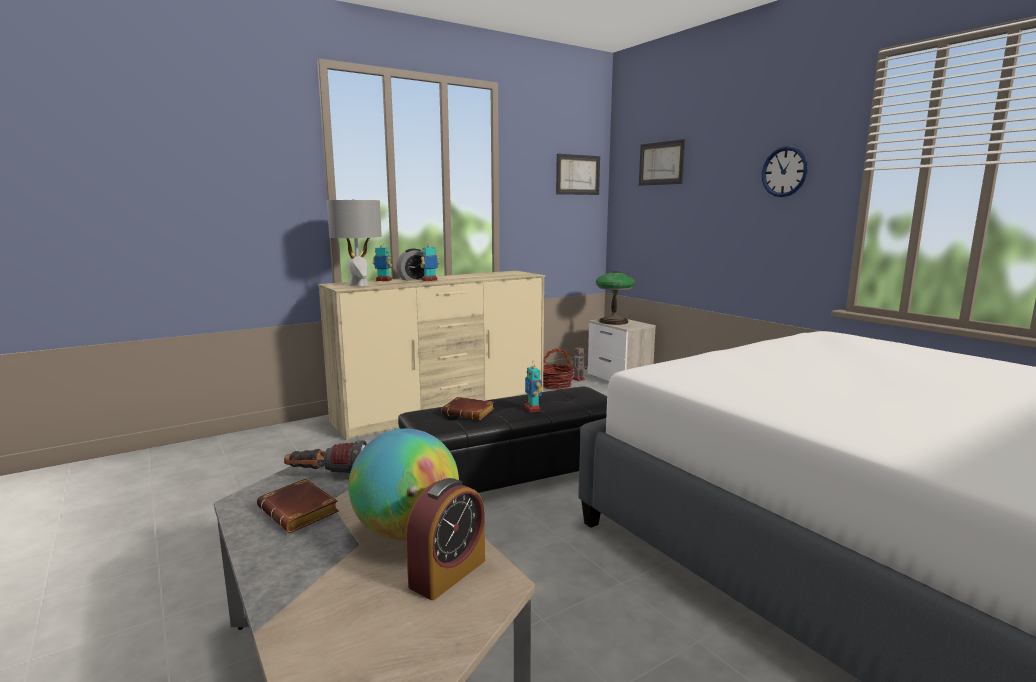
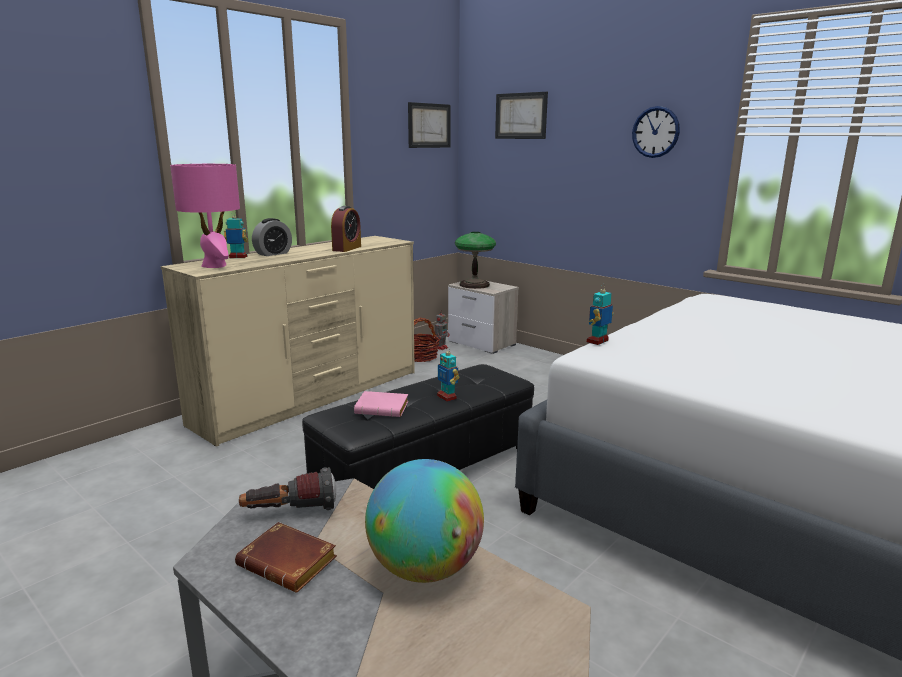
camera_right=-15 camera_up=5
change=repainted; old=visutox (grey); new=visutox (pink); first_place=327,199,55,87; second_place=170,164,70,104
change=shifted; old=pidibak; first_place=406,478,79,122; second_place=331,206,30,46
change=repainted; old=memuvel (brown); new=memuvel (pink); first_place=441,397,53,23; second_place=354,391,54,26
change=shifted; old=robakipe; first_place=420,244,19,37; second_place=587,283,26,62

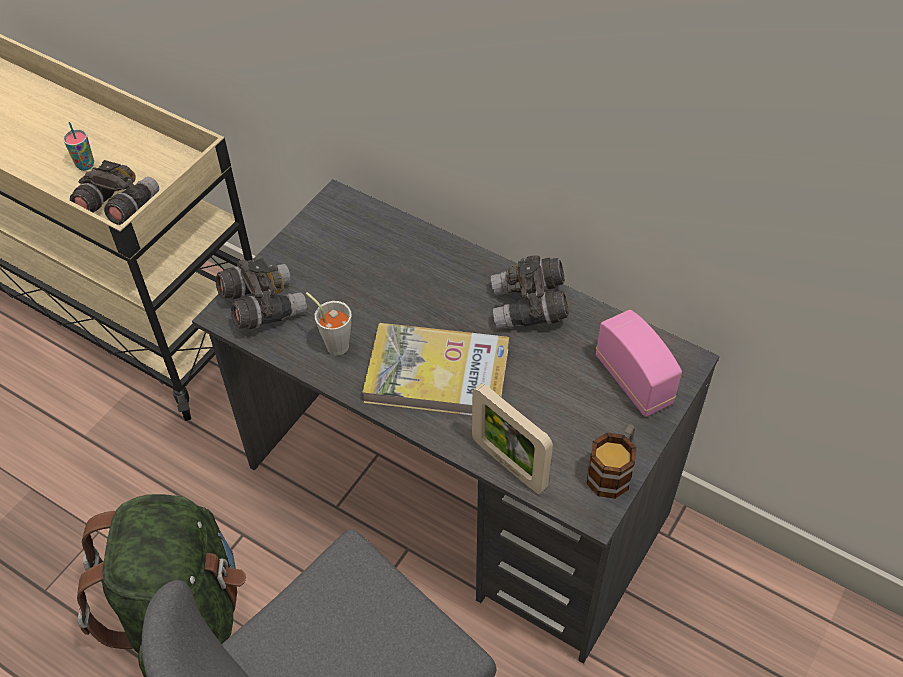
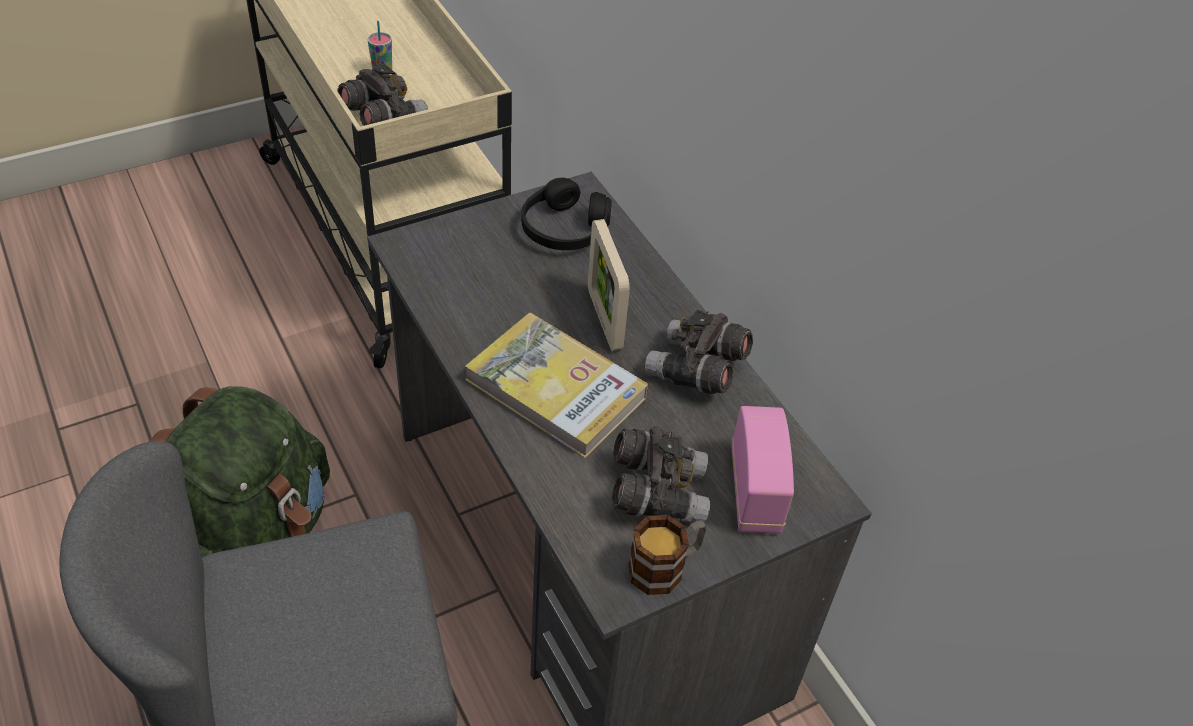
camera_right=25 camera_up=-5
change=new; new=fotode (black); second_place=521,178,91,72
change=shifted; old=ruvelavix; first_place=472,383,81,111; second_place=588,219,42,132
change=shifted; old=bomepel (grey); first_place=216,258,91,71; second_place=612,426,98,97
change=gone; old=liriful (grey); first_place=306,292,45,64

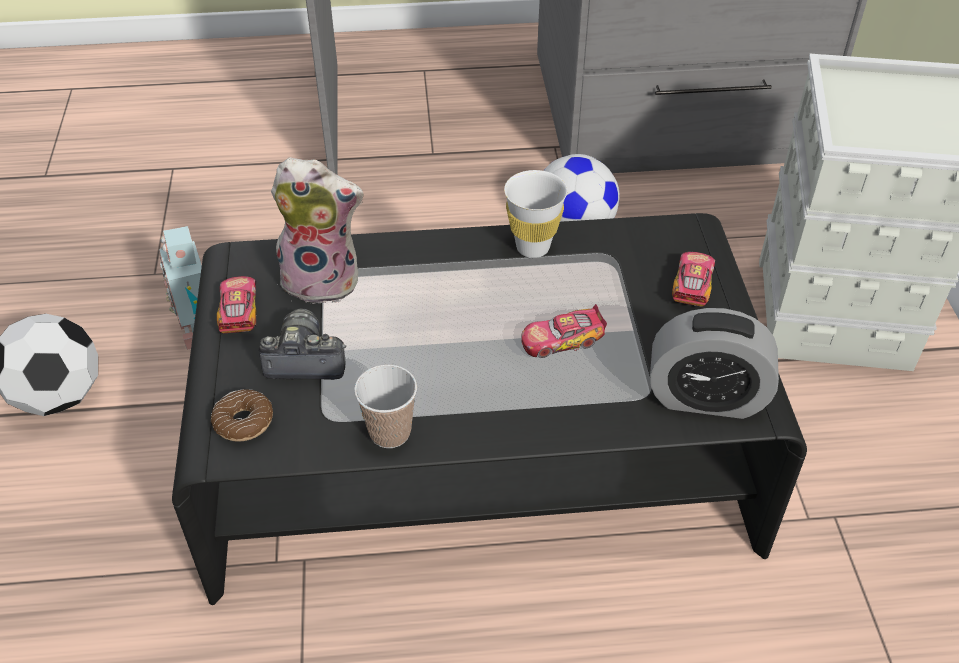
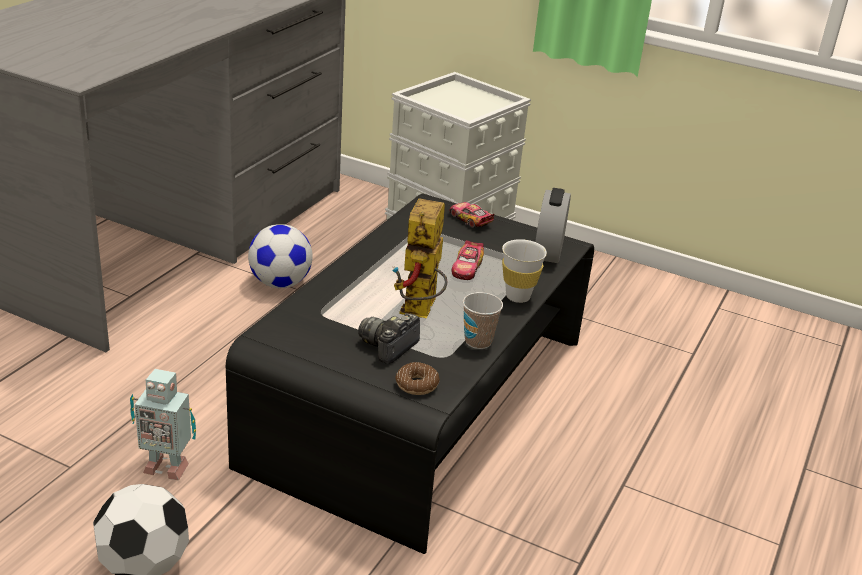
camera_right=-60 camera_up=-15
change=new; new=robakipe; second_place=393,199,54,119
change=shifted; old=liriful (white); first_place=504,170,63,88; second_place=502,239,45,64
change=rotated; old=pidibak; first_place=650,308,129,111; second_place=535,188,36,75; degrees=150
change=gone; old=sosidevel; first_place=217,276,40,57
change=gone; old=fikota; first_place=271,157,93,147

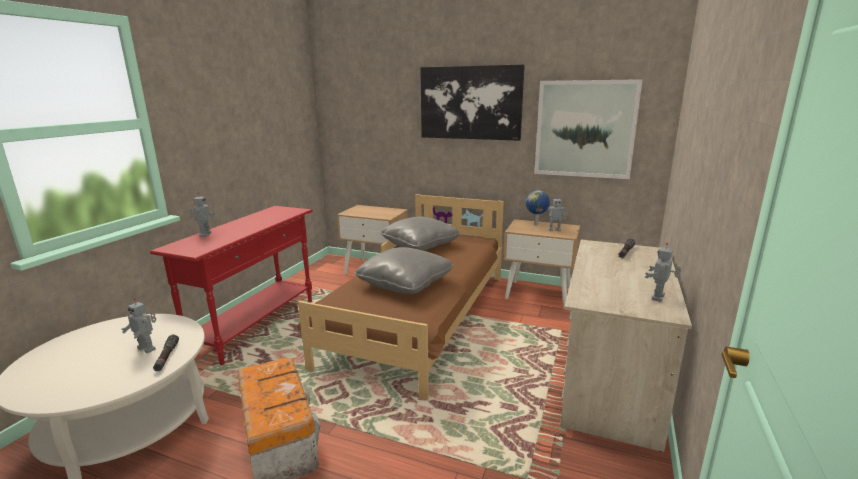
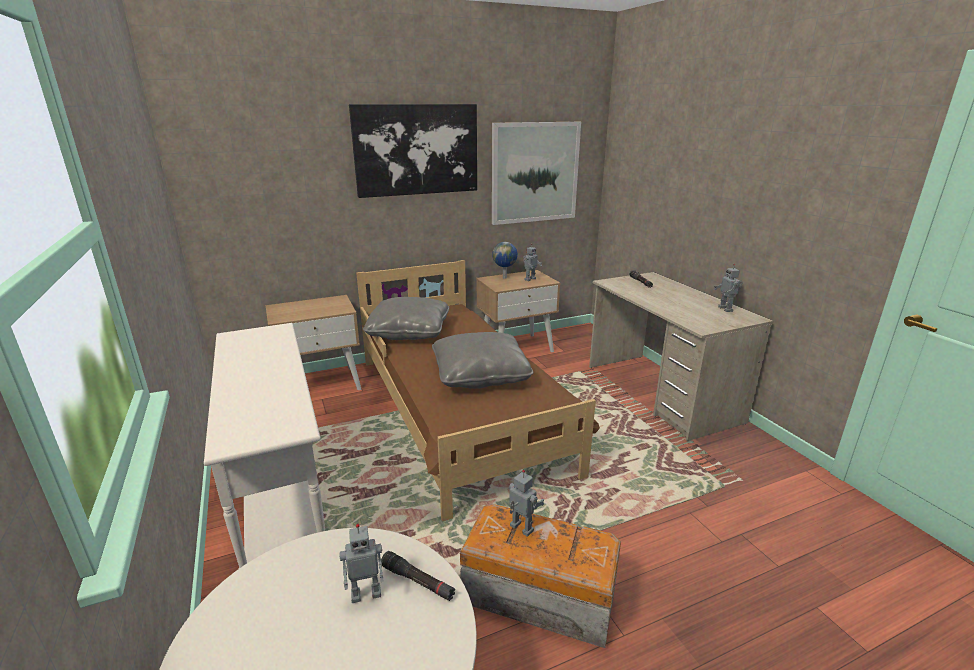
camera_right=-45 camera_up=5
change=repainted; old=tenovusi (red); new=tenovusi (white); first_place=150,206,163,159; second_place=204,323,121,245
change=shifted; old=robakipe; first_place=189,192,27,45; second_place=509,470,35,67

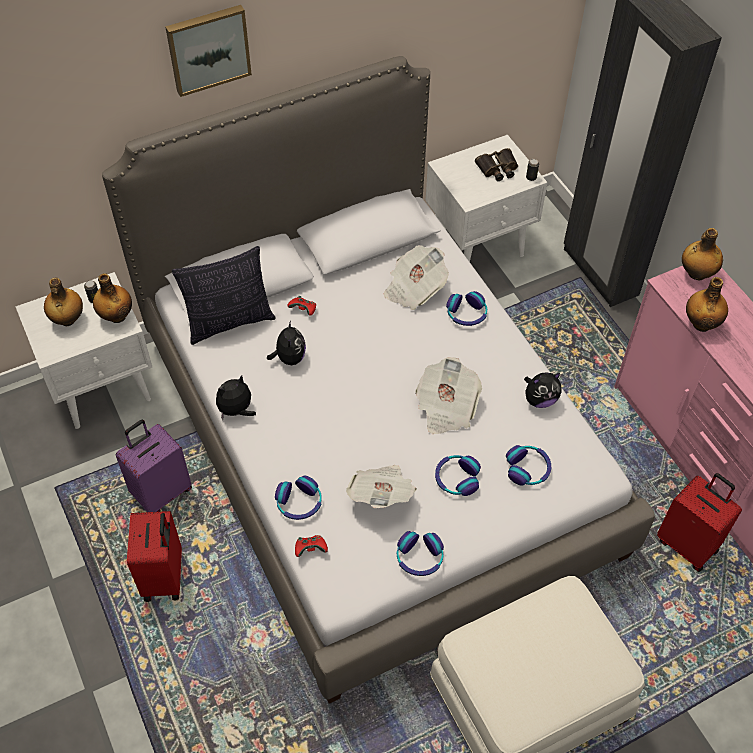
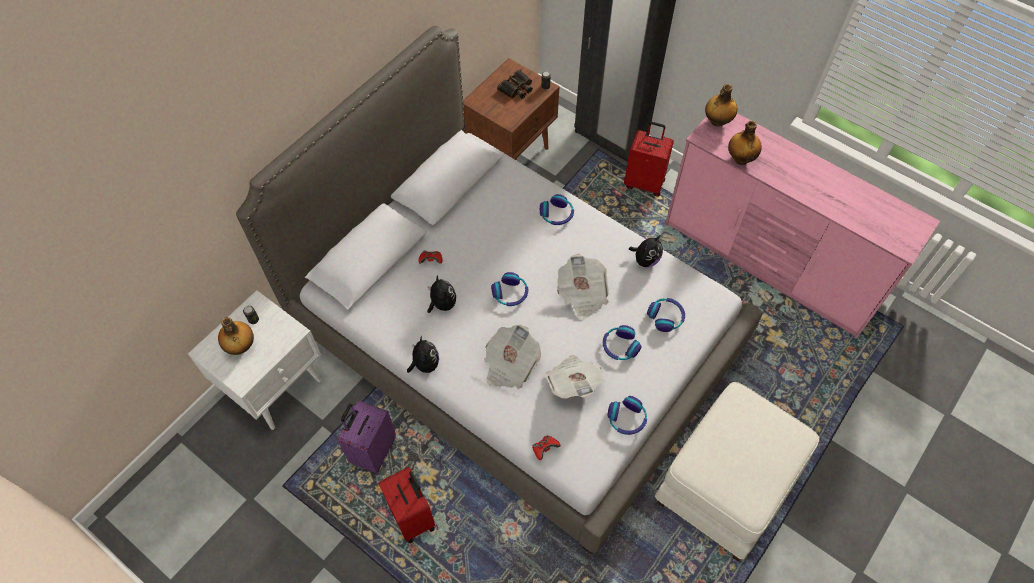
camera_right=-25 camera_up=5
change=rotated; old=fikota; first_place=216,375,40,45; second_place=407,336,32,37; degrees=135
change=repainted; old=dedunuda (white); new=dedunuda (brown); first_place=426,135,122,127; second_place=463,58,97,103
change=shifted; old=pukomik; first_place=384,245,65,65; second_place=484,325,57,63
change=shifted; old=fotode; first_place=275,476,47,44; second_place=491,272,37,34
change=shifted; old=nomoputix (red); first_place=657,473,85,99; second_place=624,122,50,75
change=gone; old=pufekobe; first_place=93,273,39,50
change=gone; old=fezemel; first_place=165,5,87,92
change=gone; old=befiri; first_place=172,246,103,99

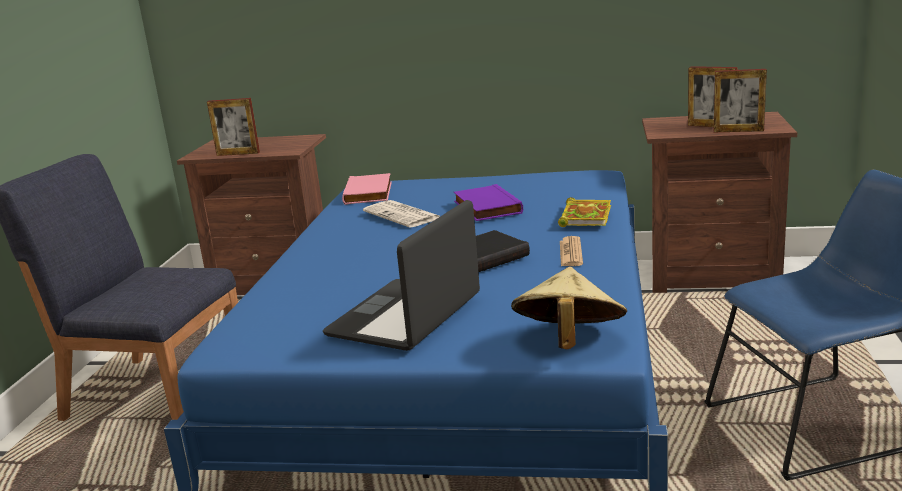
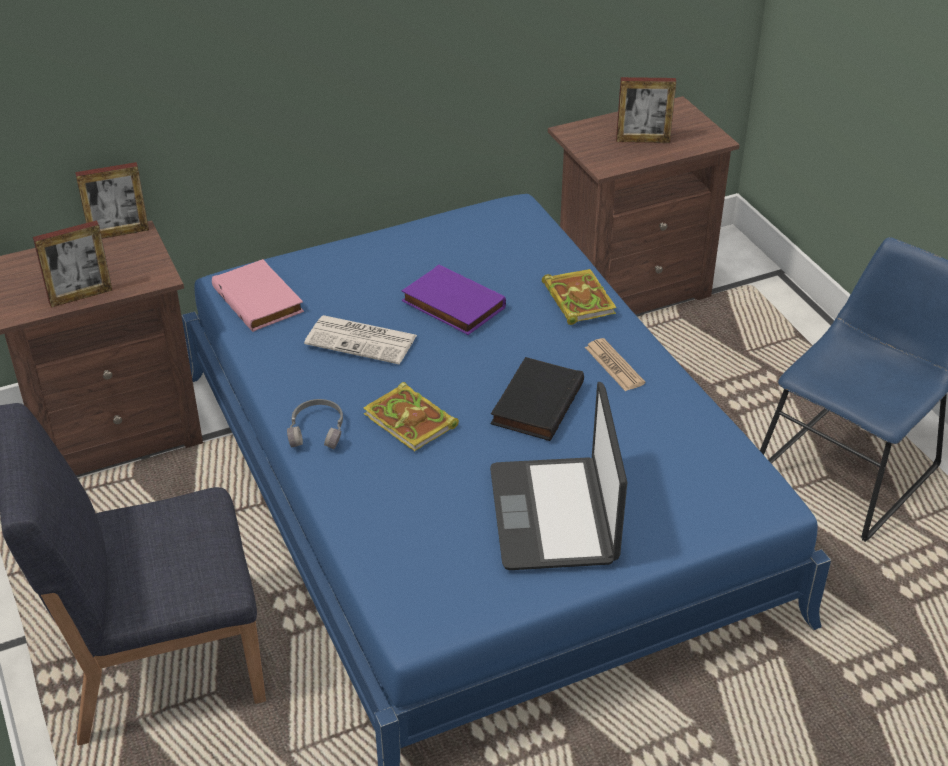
camera_right=-35 camera_up=20
change=shifted; old=ruvelavix; first_place=714,69,53,63; second_place=75,162,74,77
change=new; new=fotode (grey); second_place=287,399,56,50
change=new; new=memuvel; second_place=364,382,95,69
change=gone; old=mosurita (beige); first_place=511,267,116,82

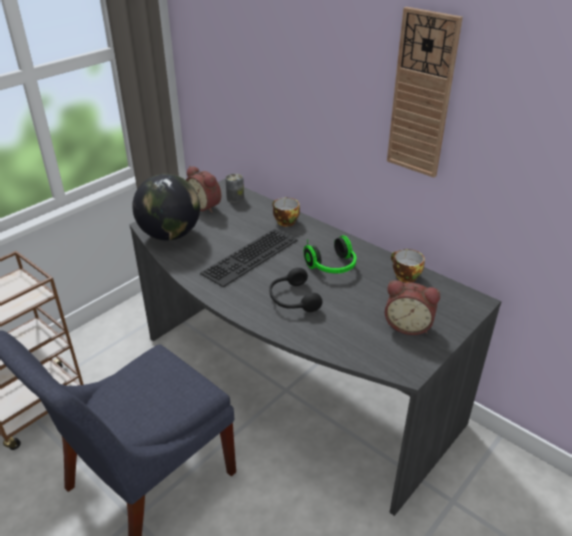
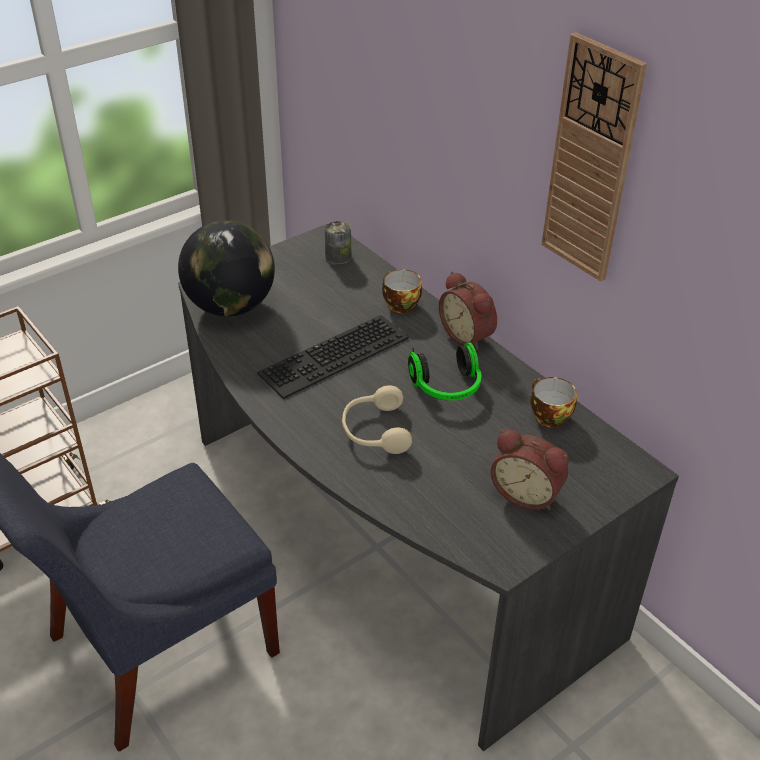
camera_right=10 camera_up=5
change=repainted; old=fotode (black); new=fotode (beige); first_place=269,268,54,44; second_place=342,385,70,69
change=shifted; old=pidibak; first_place=186,166,35,47; second_place=439,272,58,78

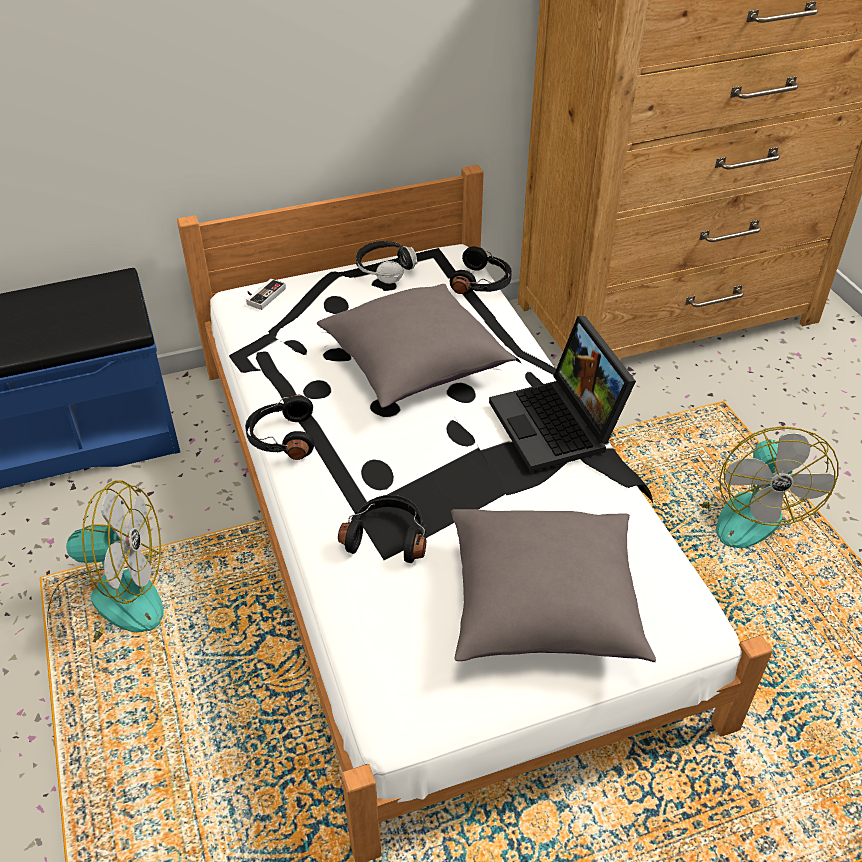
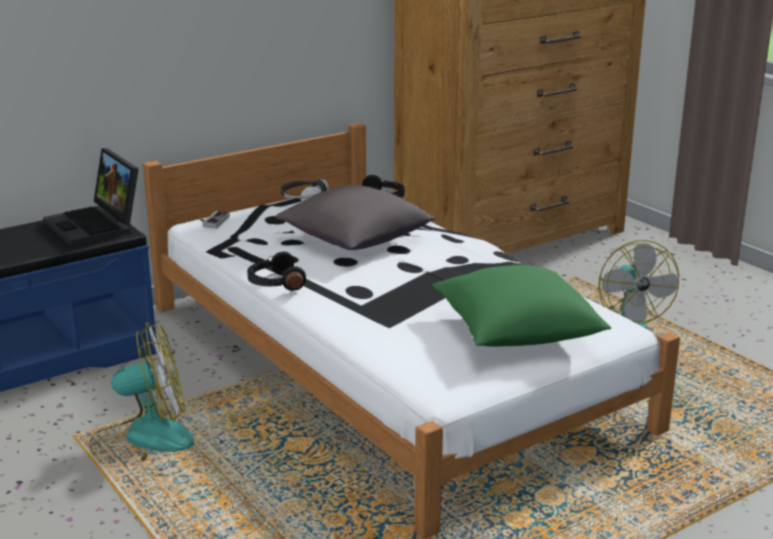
camera_right=-15 camera_up=-20
change=shifted; old=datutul; first_place=489,316,147,156; second_place=43,148,96,99
change=repainted; old=befiri (grey); new=befiri (green); first_place=451,509,205,153; second_place=432,265,179,82
change=gone; old=fotode (black); first_place=338,495,88,68

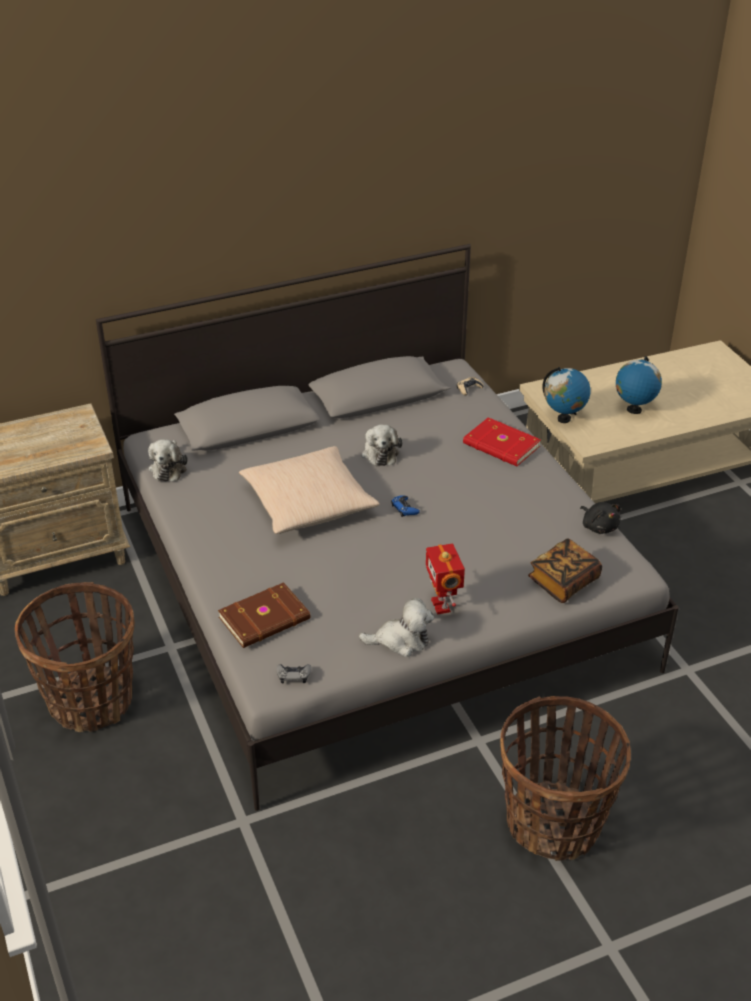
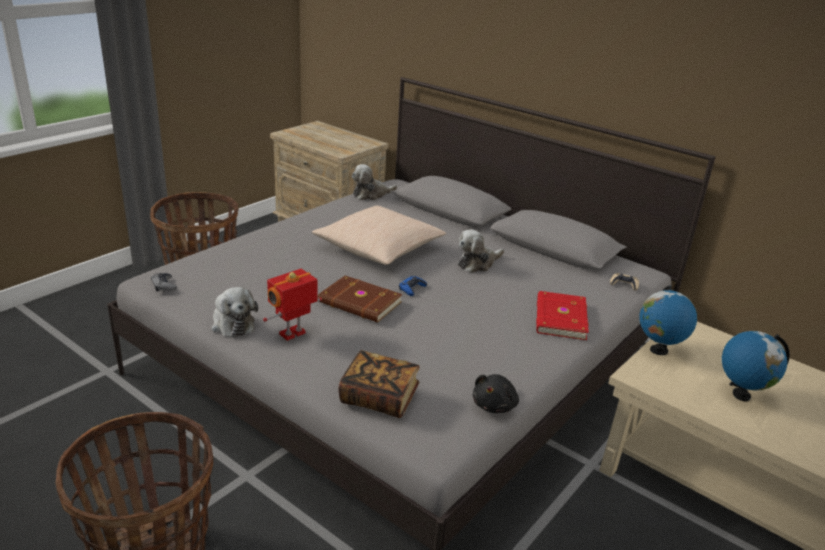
camera_right=60 camera_up=-10
change=shifted; old=memuvel (brown); first_place=218,582,93,66; second_place=318,276,84,47

